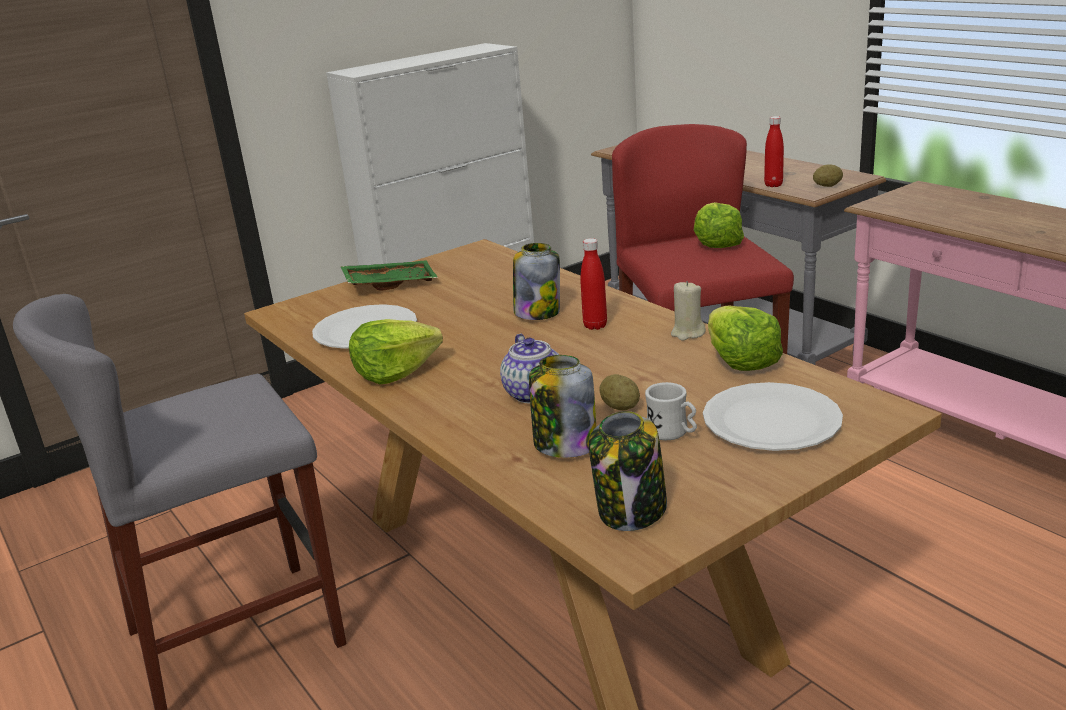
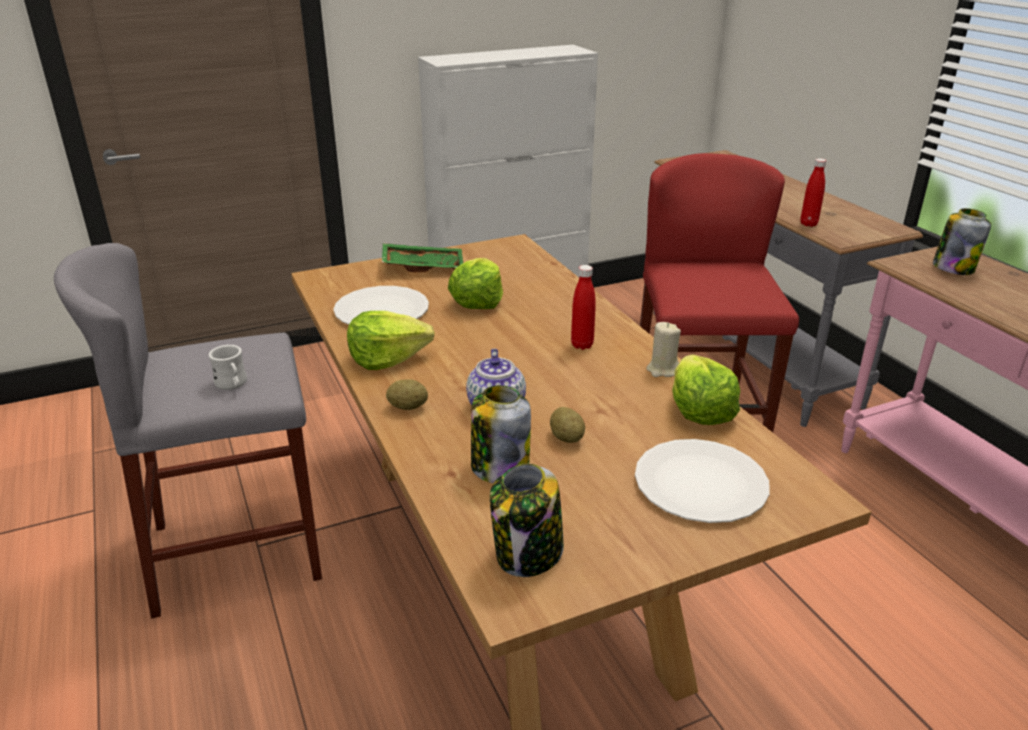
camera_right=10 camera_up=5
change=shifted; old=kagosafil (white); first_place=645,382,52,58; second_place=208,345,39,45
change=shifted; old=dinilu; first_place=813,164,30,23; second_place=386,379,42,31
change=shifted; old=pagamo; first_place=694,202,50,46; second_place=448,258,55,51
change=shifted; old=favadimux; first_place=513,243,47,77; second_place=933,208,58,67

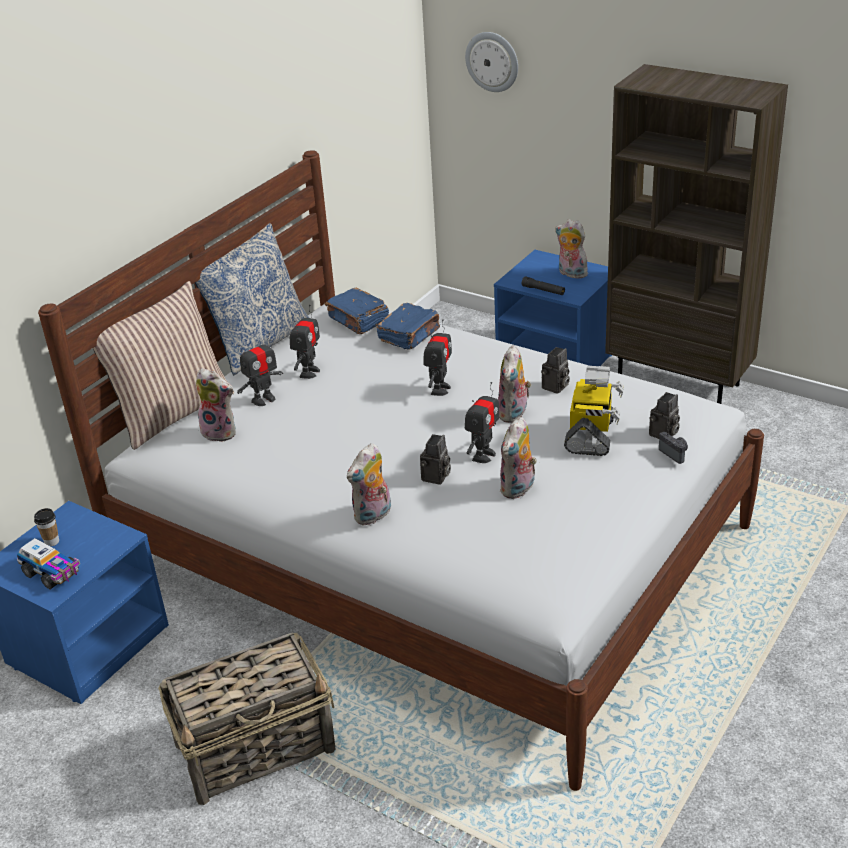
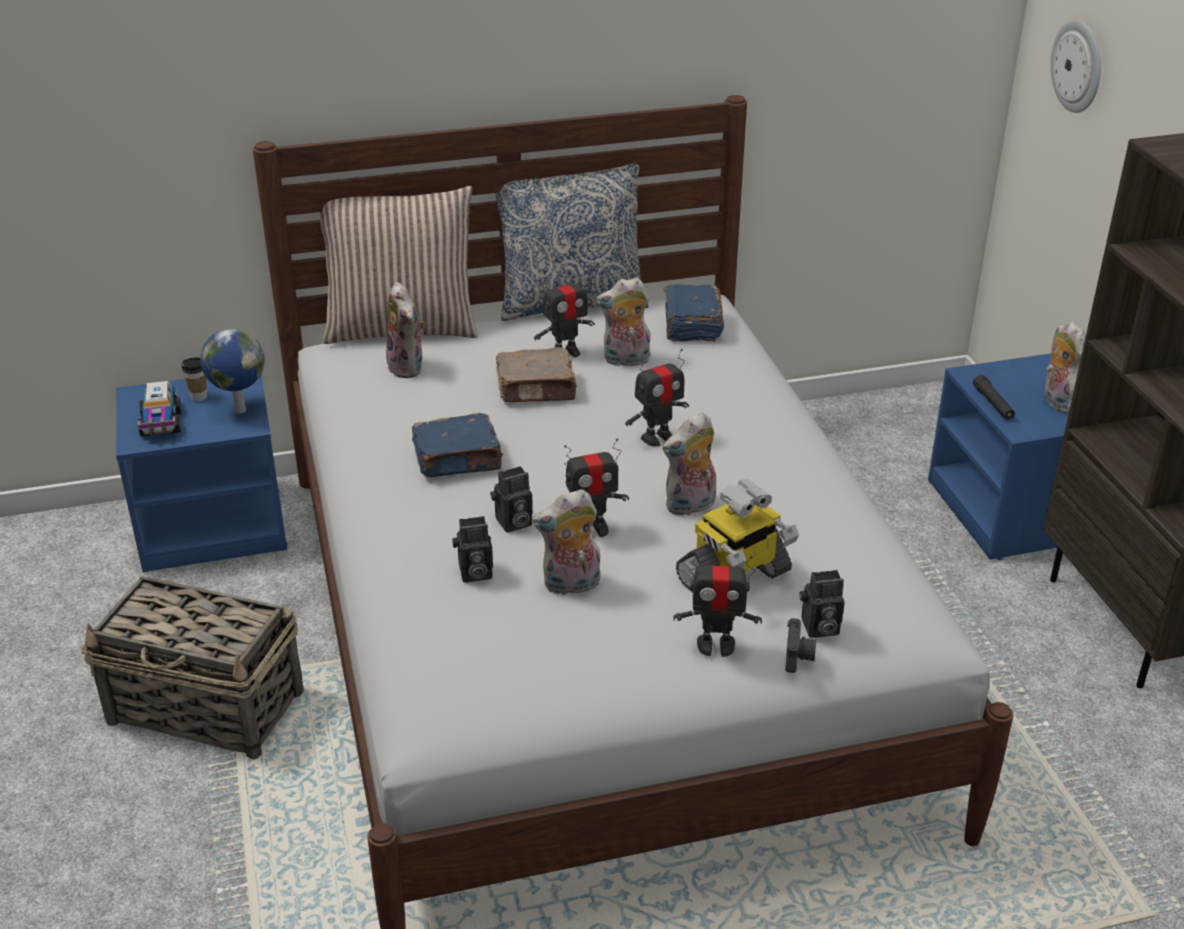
camera_right=40 camera_up=0
change=new; new=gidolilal; second_place=200,329,65,85
change=shifted; old=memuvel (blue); first_place=377,303,63,46; second_place=412,413,91,64
change=shifted; old=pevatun; first_place=541,347,29,47; second_place=452,516,41,66
change=new; new=memuvel (brown); second_place=496,347,81,55
change=shifted; old=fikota; first_place=347,443,44,82; second_place=596,277,55,89
change=shifted; old=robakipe; first_place=237,333,46,73; second_place=674,551,88,106

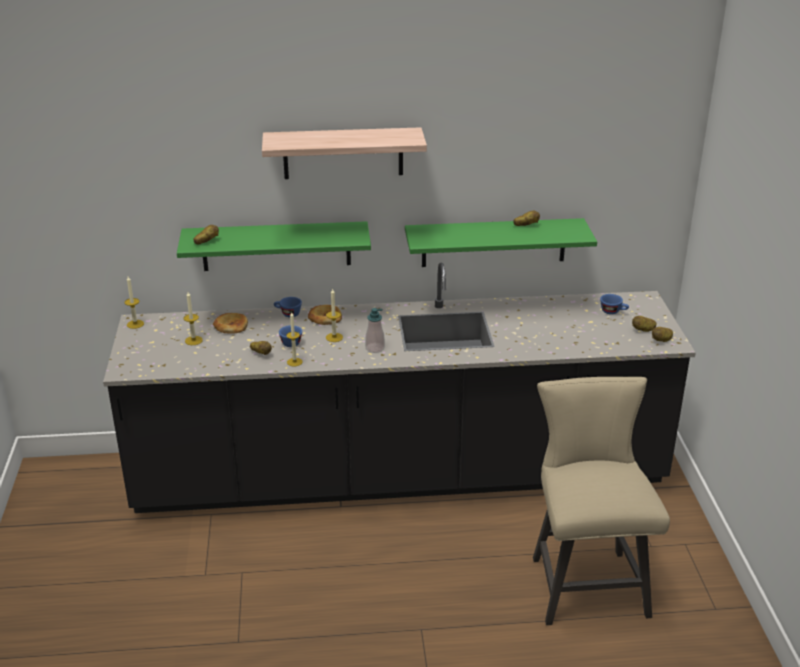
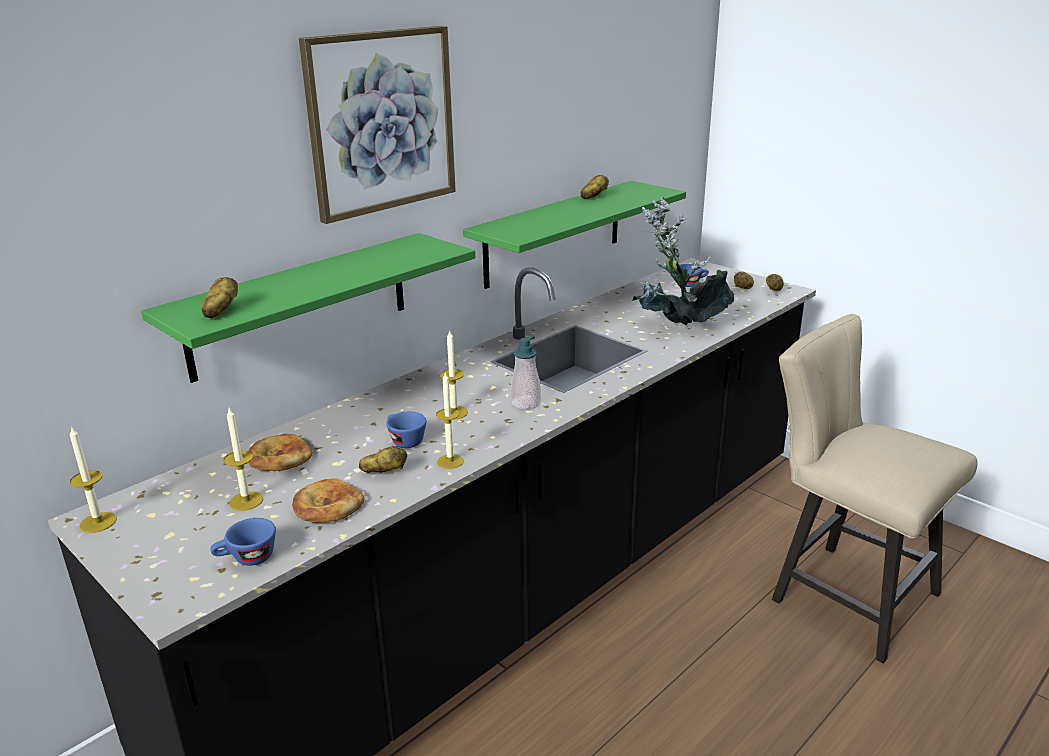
camera_right=-40 camera_up=-5
change=shifted; old=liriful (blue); first_place=274,297,28,20; second_place=210,518,66,48
change=shifted; old=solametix; first_place=308,305,34,20; second_place=292,479,73,44
change=swapped; old=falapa; new=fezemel; first_place=262,127,165,52; second_place=299,26,157,198
change=new; new=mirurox; second_place=632,197,102,128

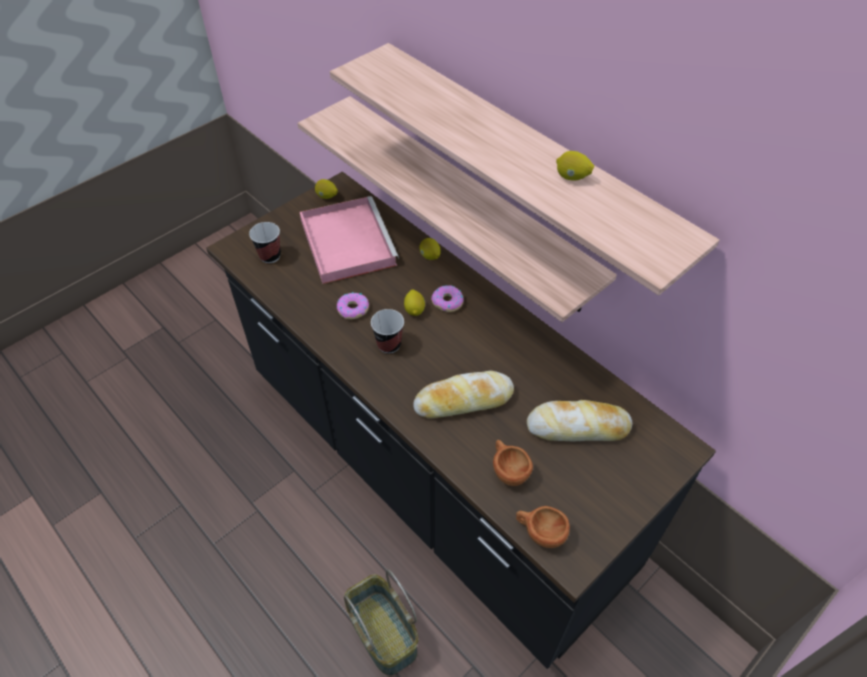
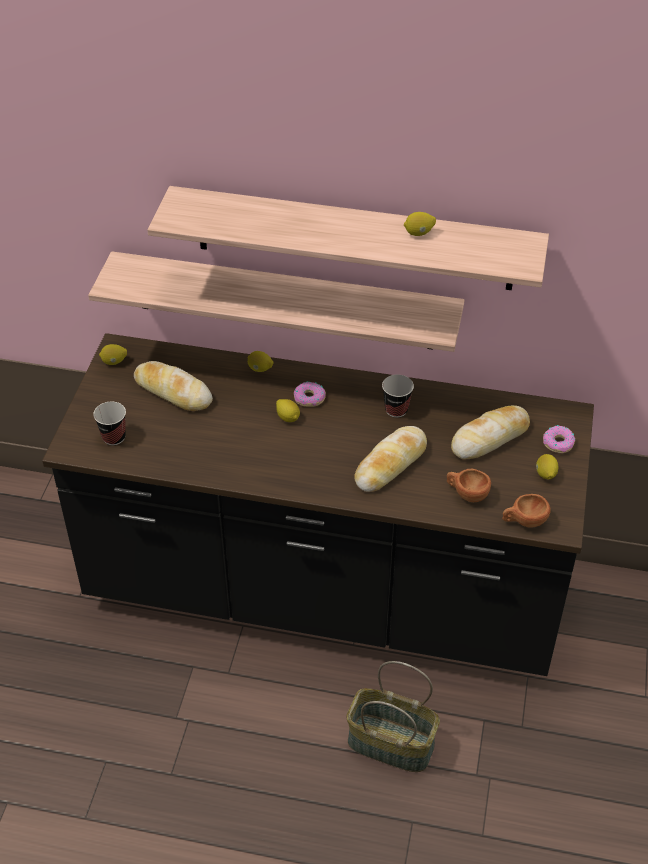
camera_right=-35 camera_up=-5
change=swapped; old=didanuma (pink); new=solametix; first_place=300,196,99,88; second_place=134,361,79,50
change=shifted; old=liriful; first_place=371,309,33,44; second_place=382,375,32,43
change=new; new=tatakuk; second_place=536,454,22,26
change=shifted; old=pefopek; first_place=337,292,32,27; second_place=543,425,32,28

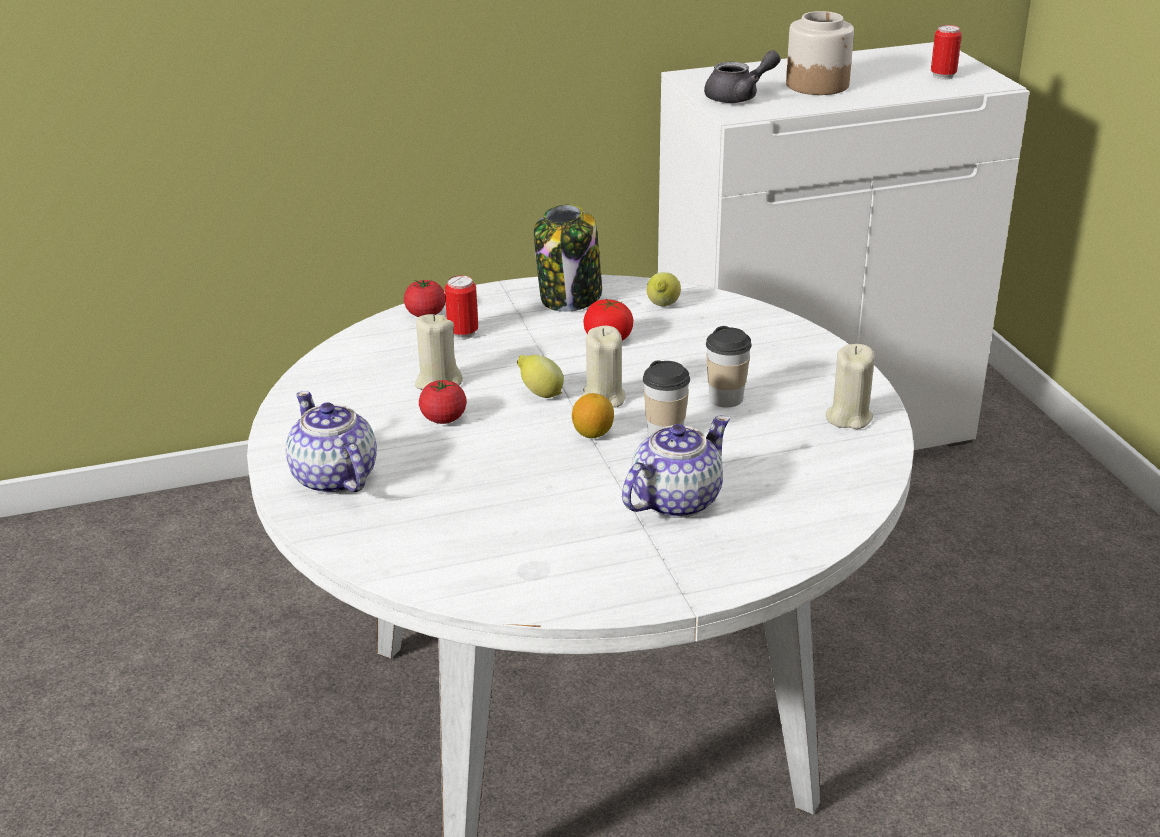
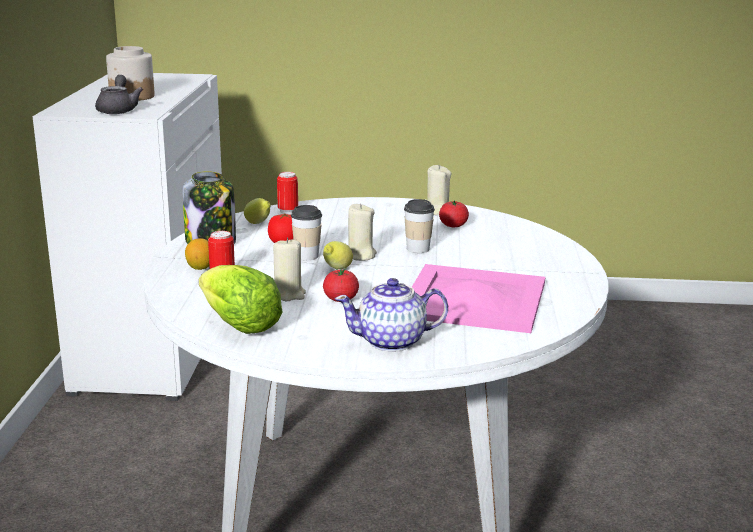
camera_right=-70 camera_up=-10
change=shifted; old=tatakuk; first_place=572,393,42,45; second_place=185,238,24,32
change=new; new=pagamo; second_place=199,265,83,69
change=shifted; old=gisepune; first_place=931,25,31,55; second_place=277,172,21,42
change=shifted; old=liriful; first_place=706,326,46,81; second_place=291,205,31,55
change=new; new=didanuma (pink); second_place=412,264,133,69
change=shifted; old=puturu; first_place=404,280,41,37; second_place=439,200,30,27
change=gone; old=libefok; first_place=622,416,108,102

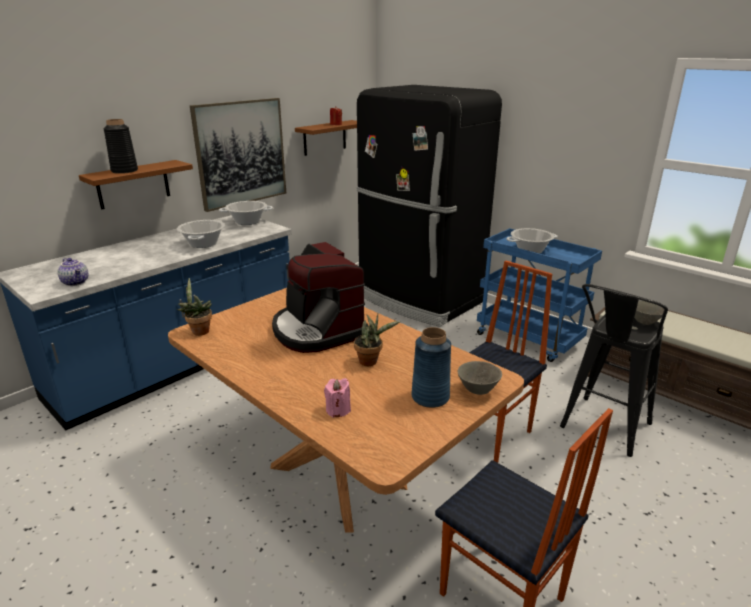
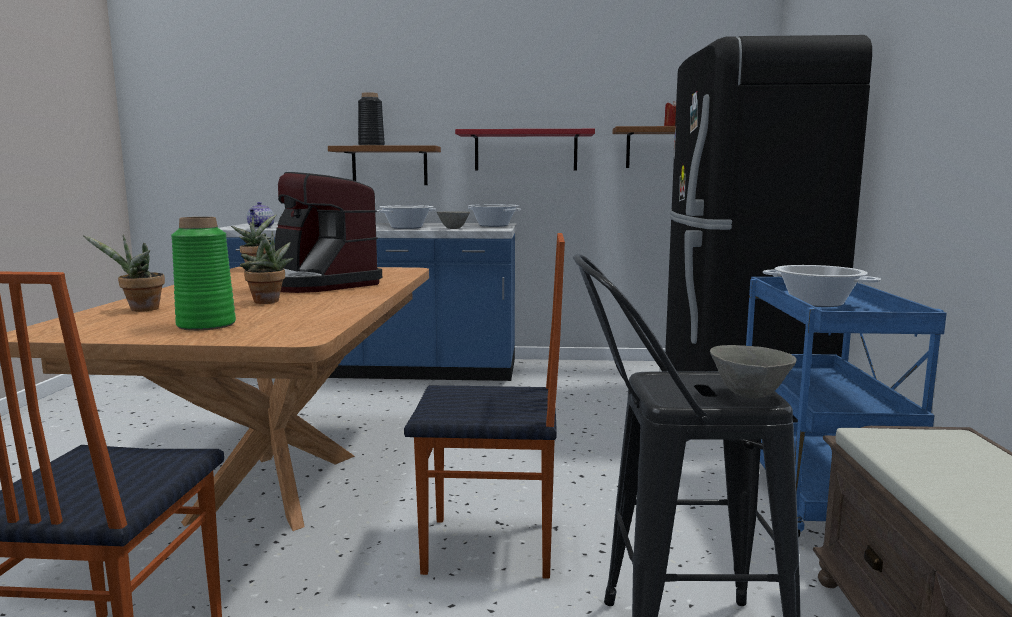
camera_right=50 camera_up=-15
change=swapped; old=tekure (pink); new=mirurox; first_place=324,378,27,40; second_place=83,235,82,76
change=repainted; old=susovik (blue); new=susovik (green); first_place=411,327,40,81; second_place=171,217,65,114
change=rotated; old=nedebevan; first_place=272,242,96,111; second_place=275,172,107,121; degrees=-60
change=shifted; old=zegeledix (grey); first_place=458,361,44,34; second_place=437,211,33,18
change=swapped; old=fezemel; new=falapa (red); first_place=190,98,96,114; second_place=455,129,140,42

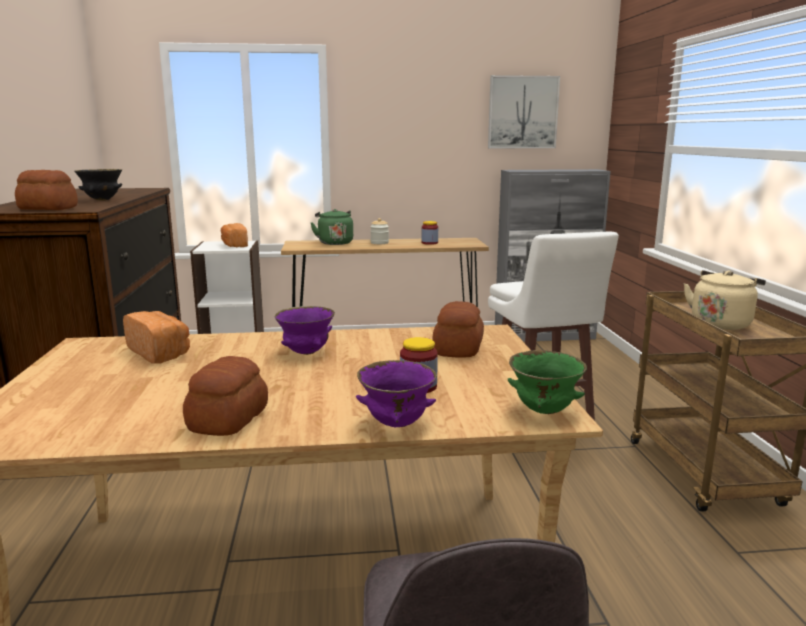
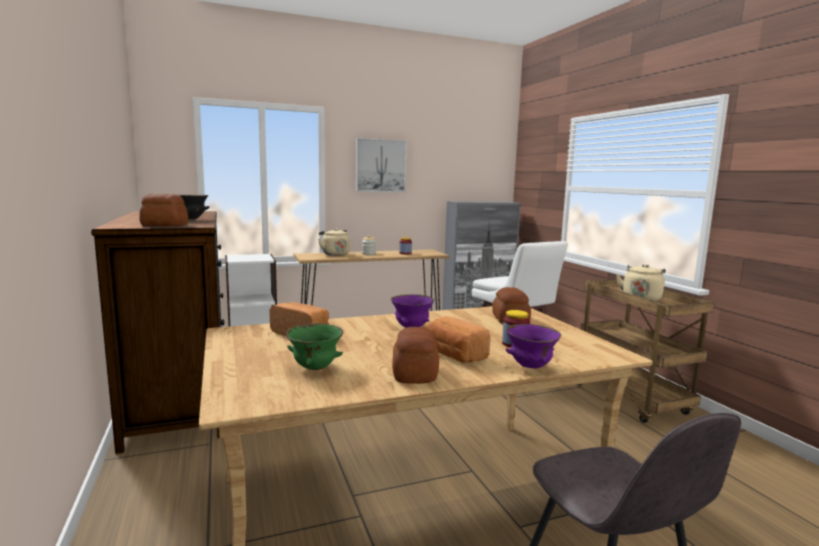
camera_right=-15 camera_up=-5
change=shifted; old=zegeledix (green); first_place=508,350,79,64; second_place=286,323,57,47
change=repainted; old=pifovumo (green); new=pifovumo (beige); first_place=310,209,43,36; second_place=318,229,32,27
change=shifted; old=fezemel; first_place=488,75,72,73; second_place=356,138,51,55
change=shifted; old=solametix; first_place=221,223,27,24; second_place=426,316,65,47

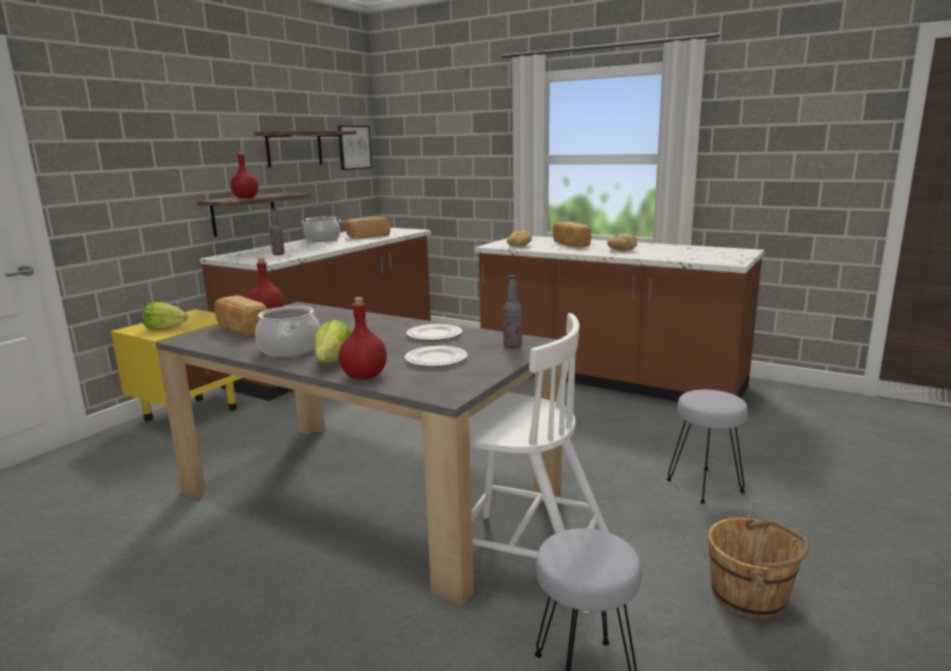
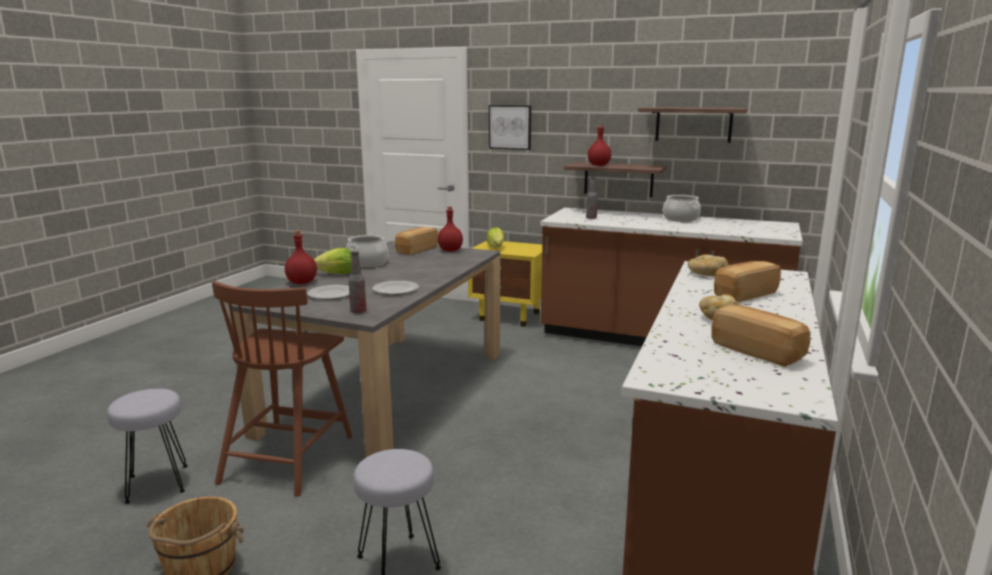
camera_right=80 camera_up=0
change=repainted; old=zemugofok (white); new=zemugofok (brown); first_place=469,313,139,300; second_place=212,281,141,216
change=shifted; old=fezemel; first_place=338,126,34,44; second_place=489,105,42,45
change=shifted; old=solametix; first_place=346,217,44,22; second_place=712,305,98,62

